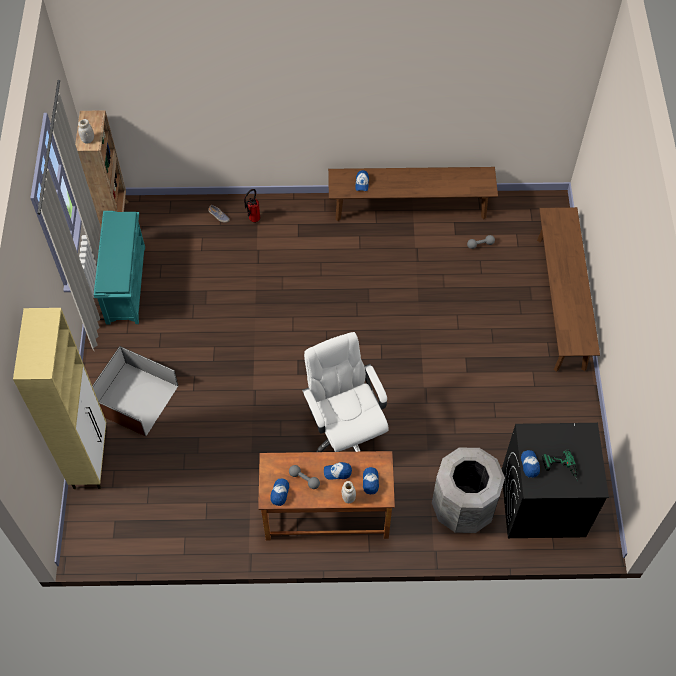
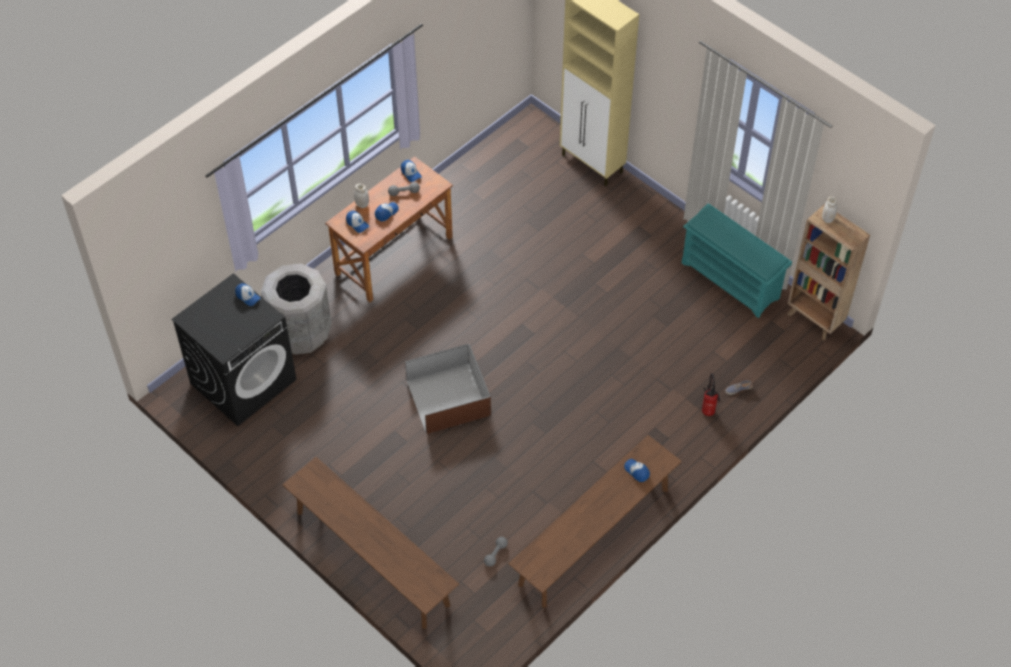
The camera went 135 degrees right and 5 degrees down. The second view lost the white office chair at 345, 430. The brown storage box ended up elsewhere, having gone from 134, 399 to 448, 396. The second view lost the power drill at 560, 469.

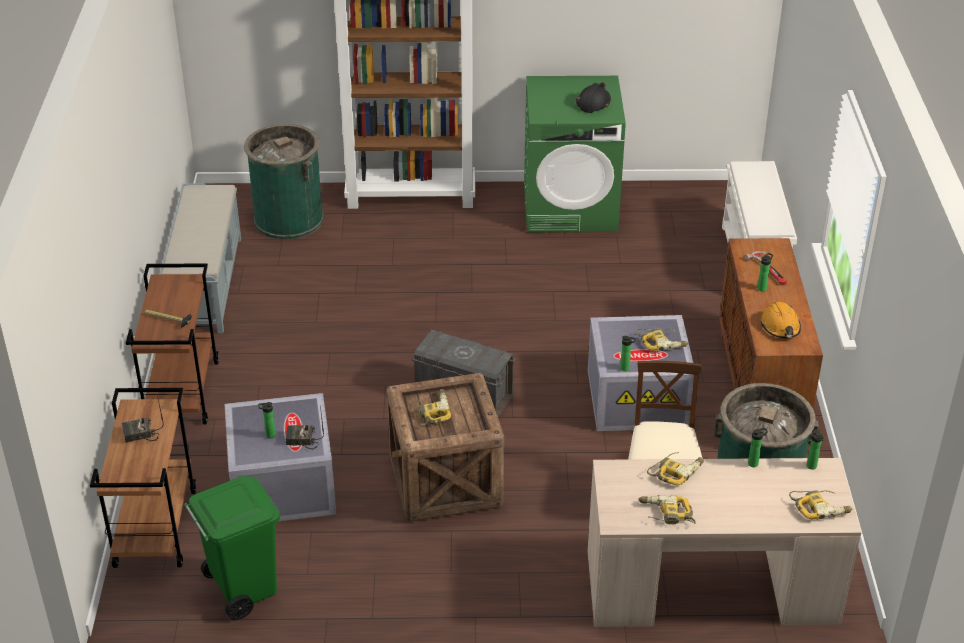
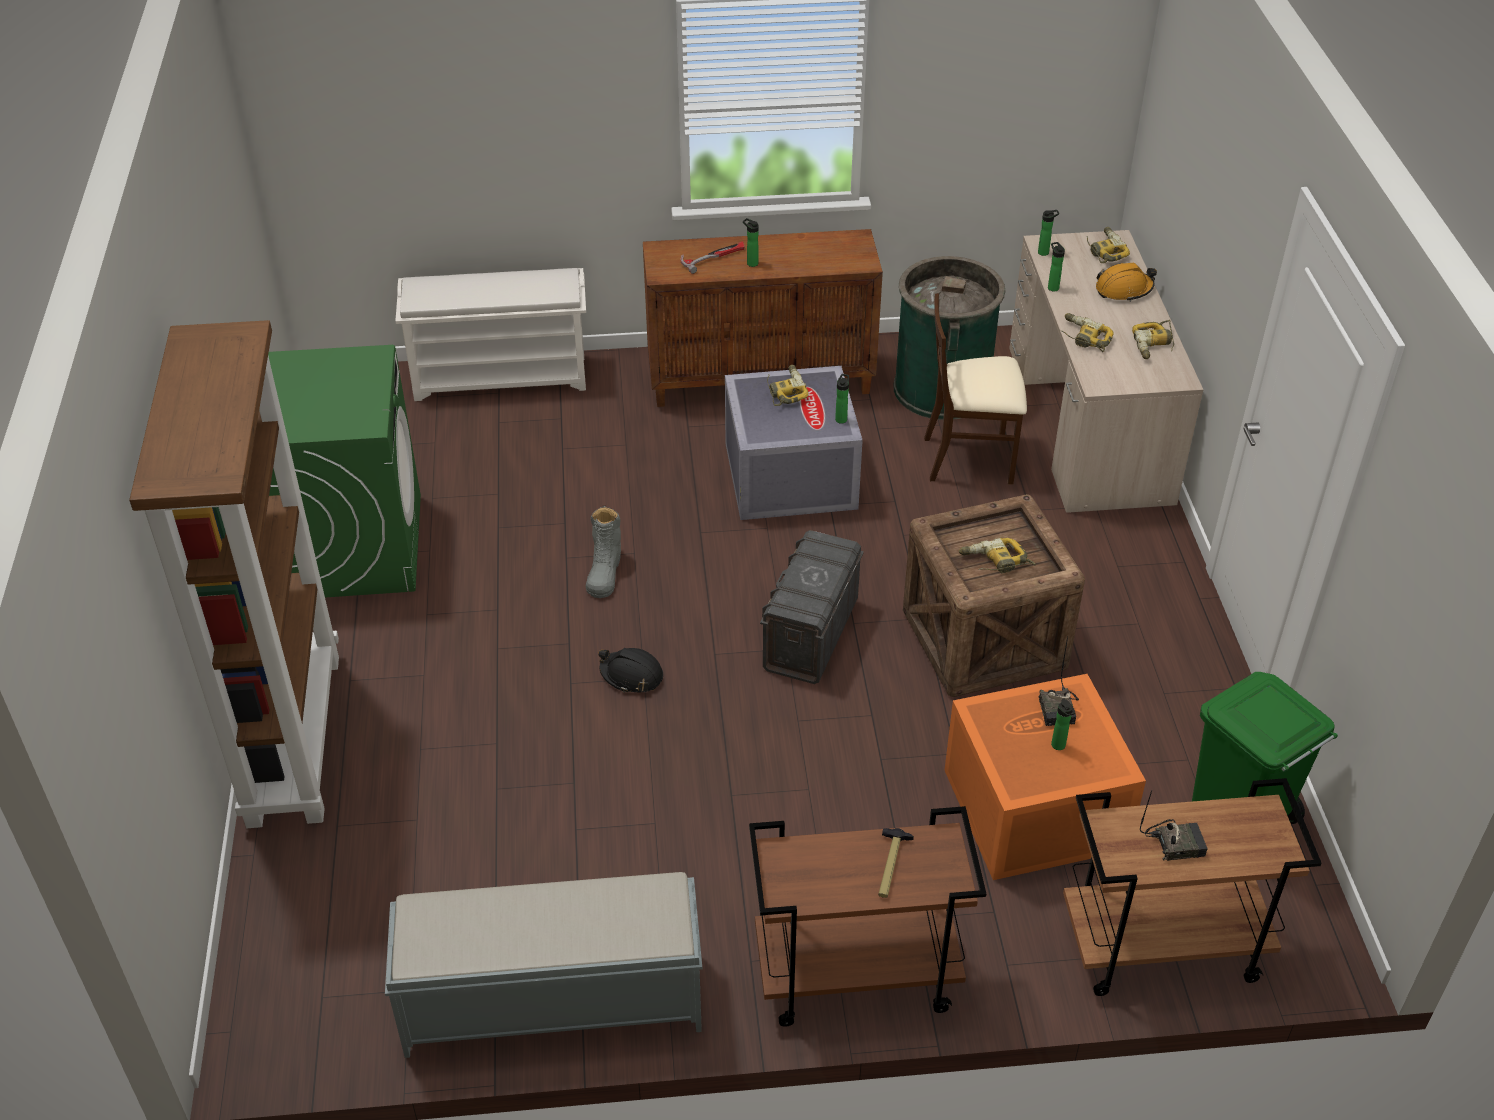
The camera went 95 degrees left and 5 degrees up. The black hard hat ended up elsewhere, having gone from 593, 103 to 631, 675. The second view lost the green trash can at 288, 219. The orange hard hat ended up elsewhere, having gone from 780, 327 to 1123, 289. What was the grey storage box at 281, 484 turned into the orange storage box at 1033, 811. The radio at 140, 435 ended up facing another way, 75 degrees counterclockwise from before. The second view gained the grey boot at 604, 571.

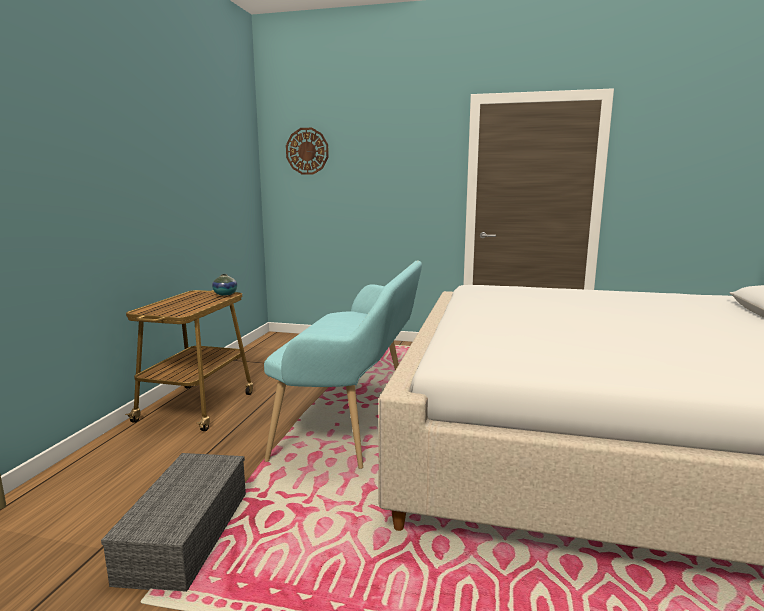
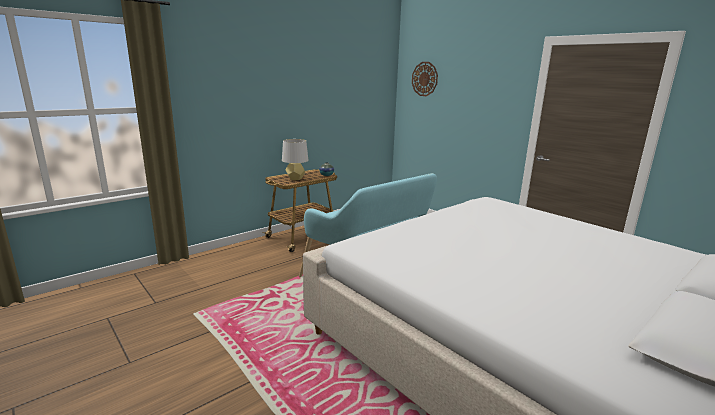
The camera went 35 degrees right and 5 degrees up. The second view lost the grey storage box at 185, 533. The second view gained the grey table lamp at 295, 179.

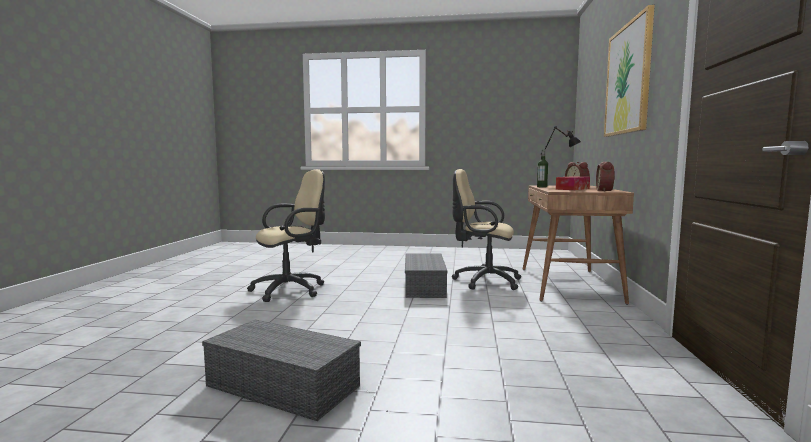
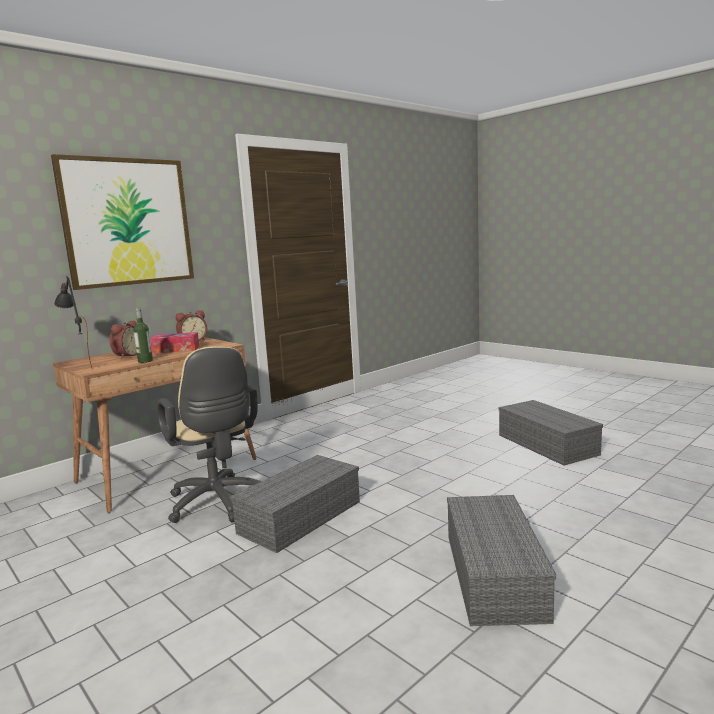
The camera went 140 degrees left and 5 degrees up. Where the beige office chair stood at 292, 290, the grey storage box came to stand at 492, 573.

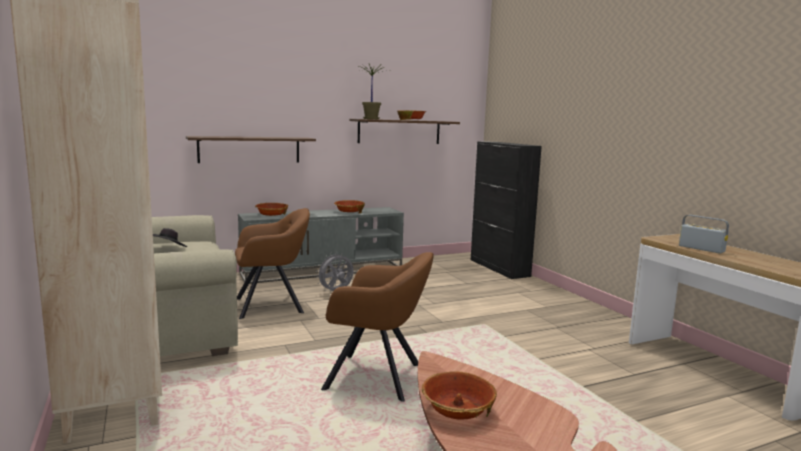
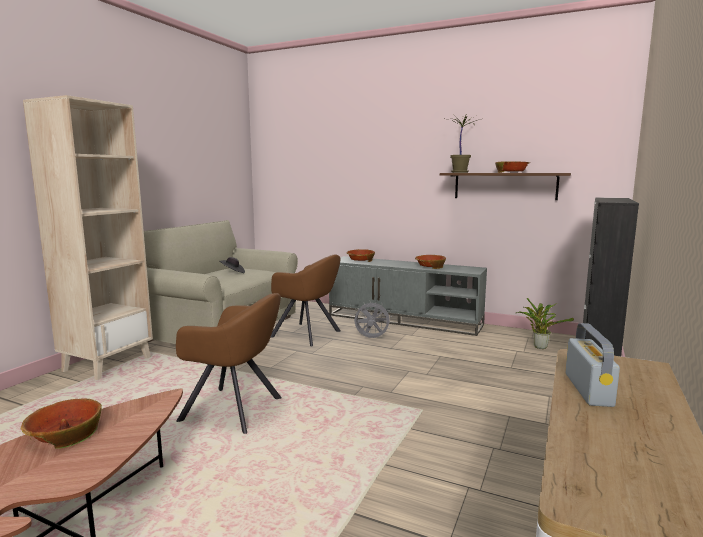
The camera went 50 degrees right and 0 degrees up. The second view lost the shelf at 249, 149. The brown armchair at 378, 378 ended up facing another way, 45 degrees counterclockwise from before. The second view gained the potted plant at 539, 346.

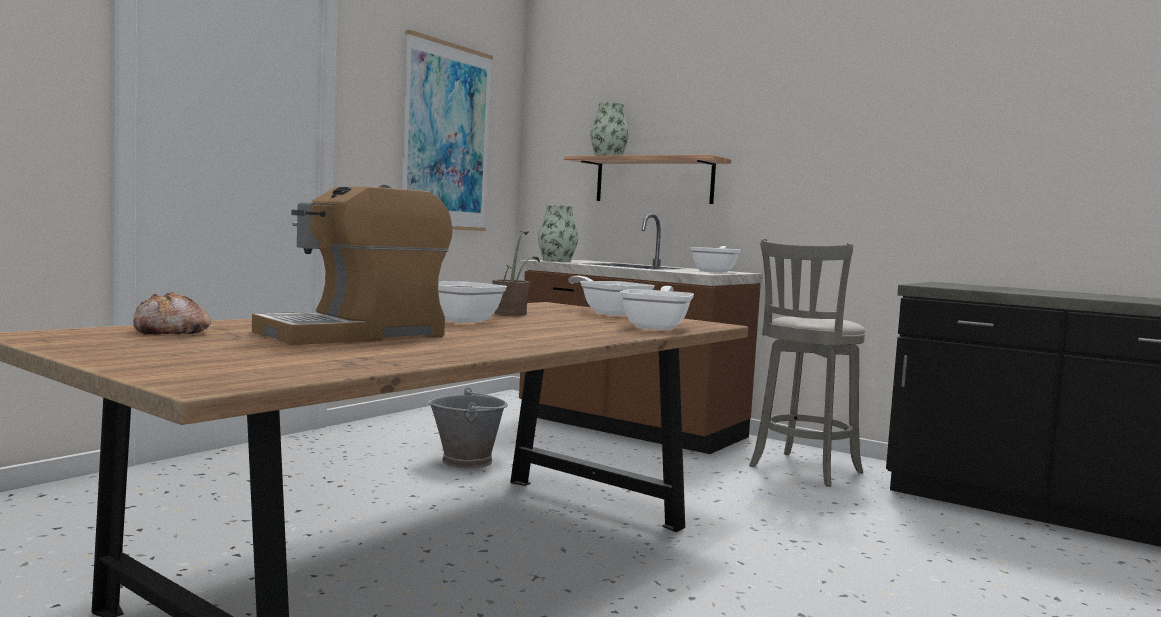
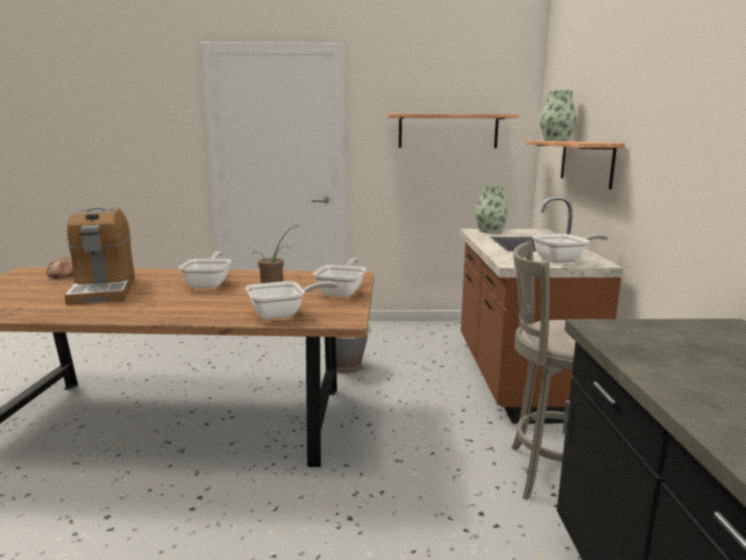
The camera went 55 degrees right and 10 degrees up. Where the picture hung at 446, 137, the shelf came to hang at 448, 131. The coffee machine at 354, 334 ended up facing another way, 120 degrees counterclockwise from before.

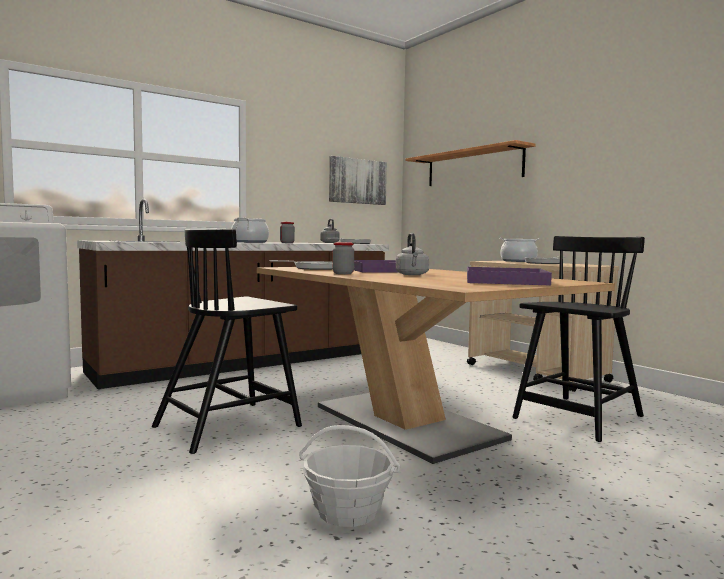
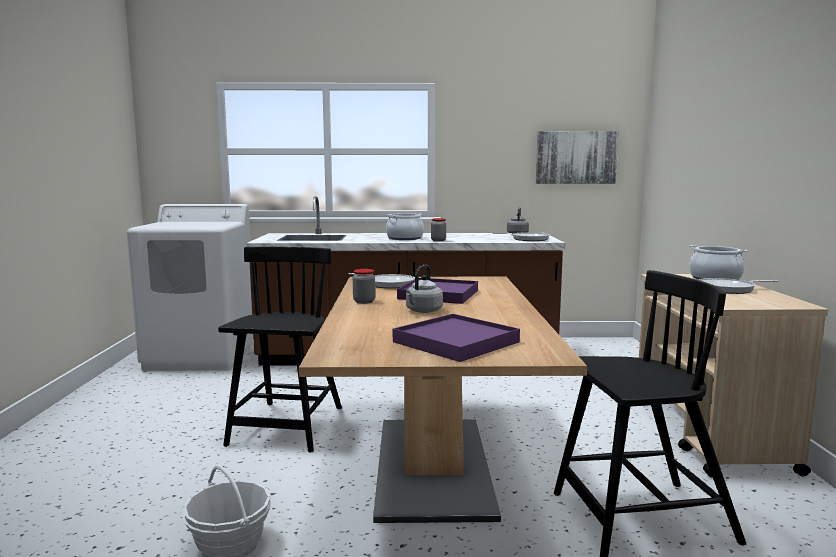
The camera went 35 degrees right and 5 degrees up. The second view lost the shelf at 473, 167. The black chair at 229, 425 ended up facing another way, 105 degrees clockwise from before.

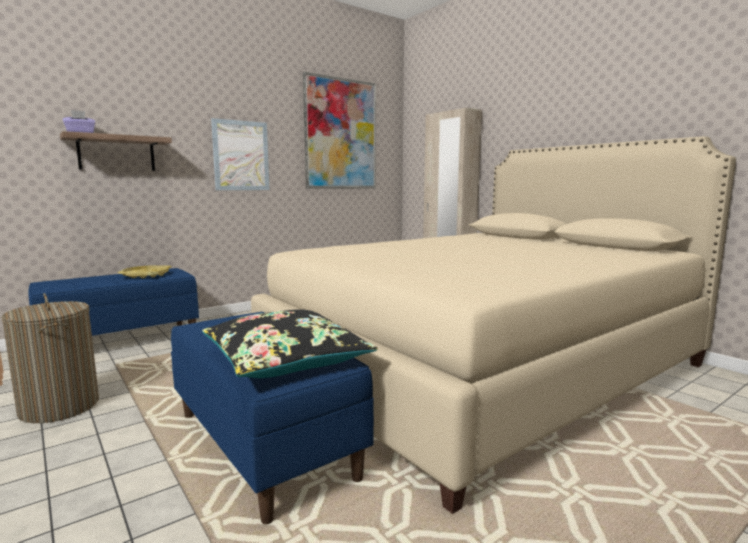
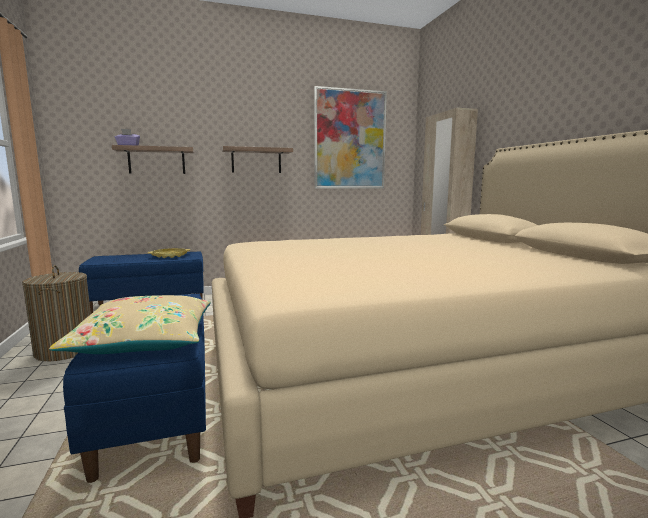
The camera went 20 degrees right and 0 degrees up. Where the picture hung at 241, 155, the shelf came to hang at 256, 160. What was the black pillow at 286, 360 turned into the beige pillow at 145, 339.

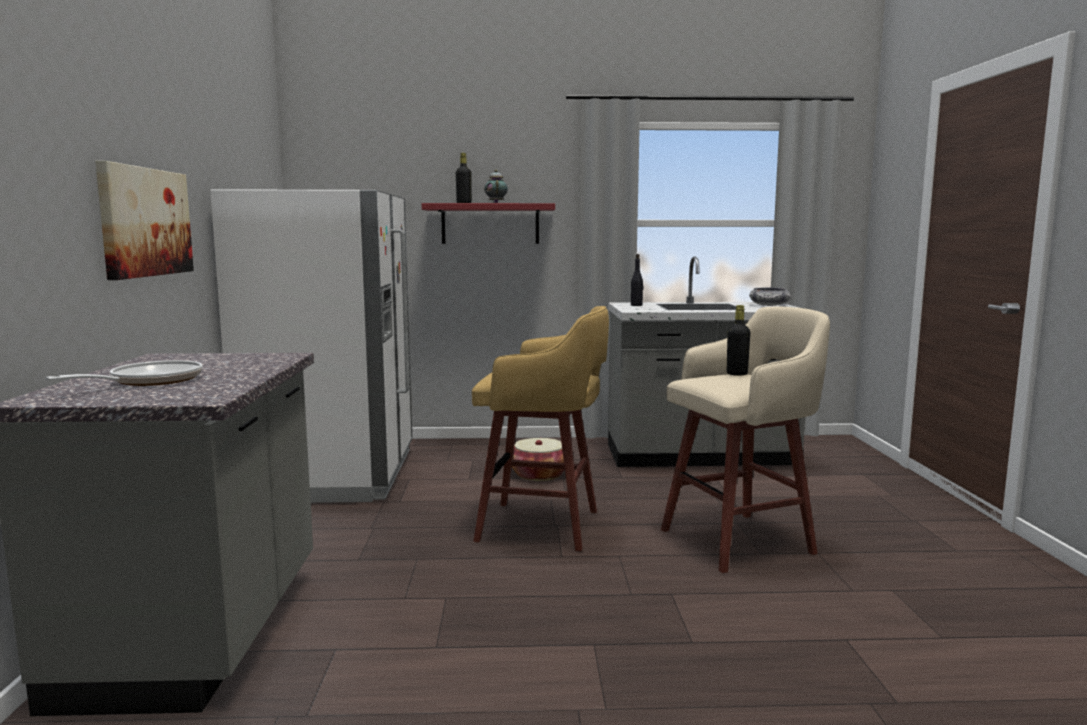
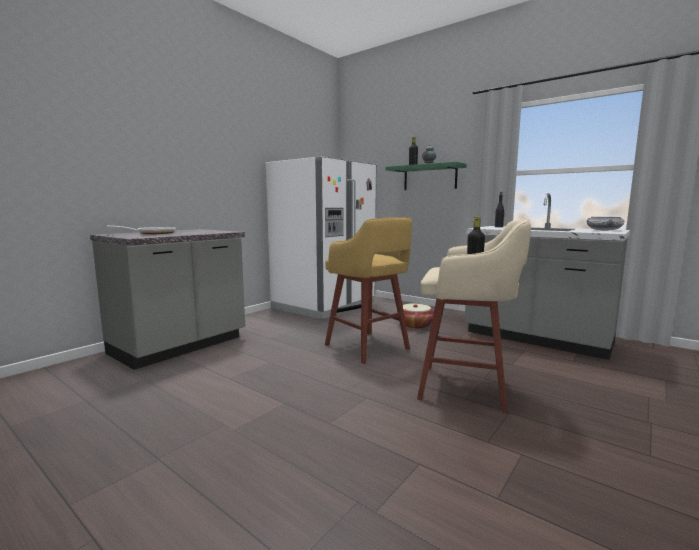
The camera went 40 degrees right and 0 degrees up. The second view lost the picture at 145, 222. What was the red shelf at 490, 224 turned into the green shelf at 430, 178.

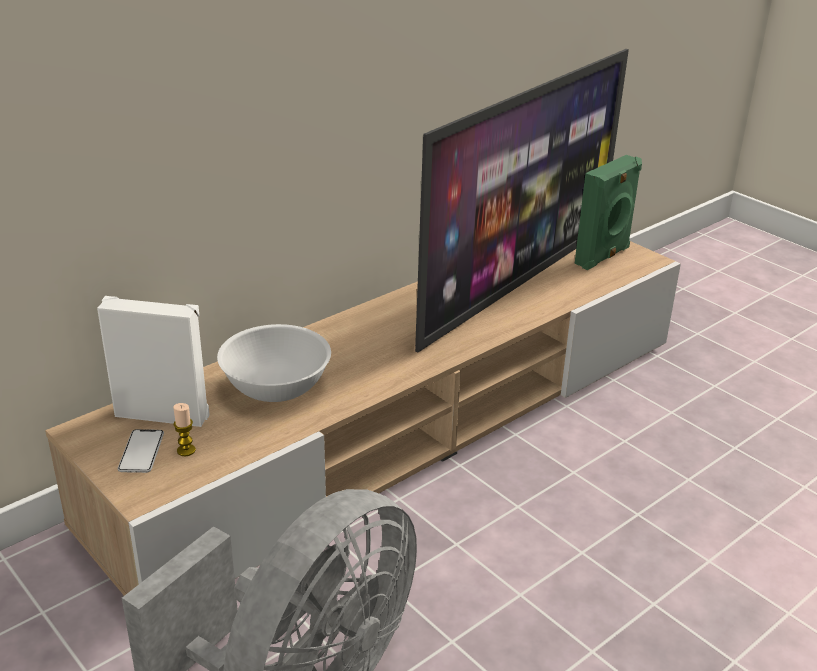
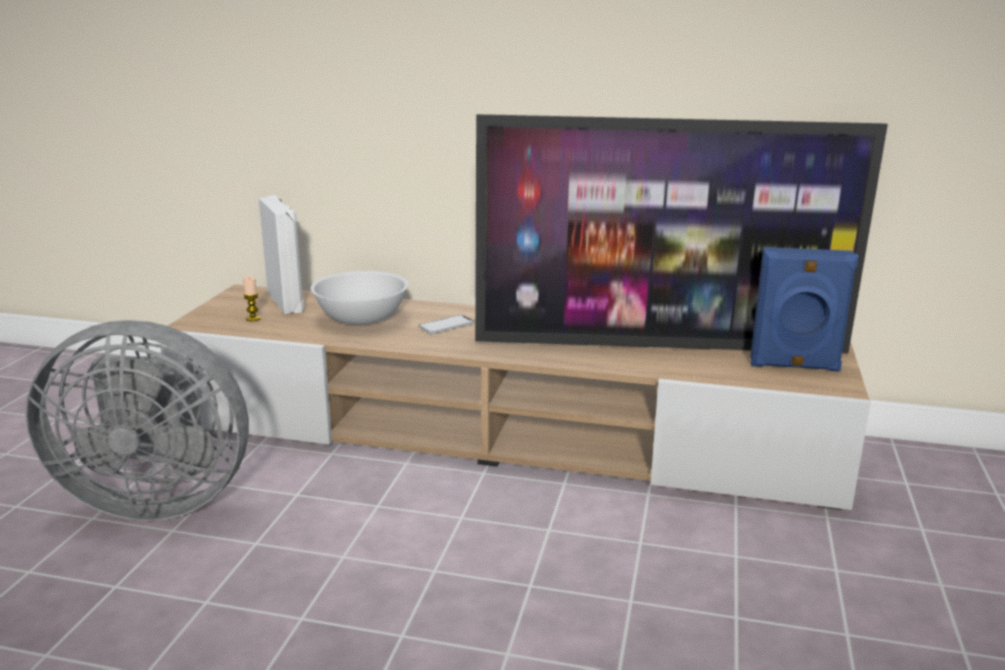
The camera went 55 degrees right and 10 degrees down. What was the green speaker at 603, 257 turned into the blue speaker at 794, 366. The phone ended up elsewhere, having gone from 141, 452 to 446, 326.

